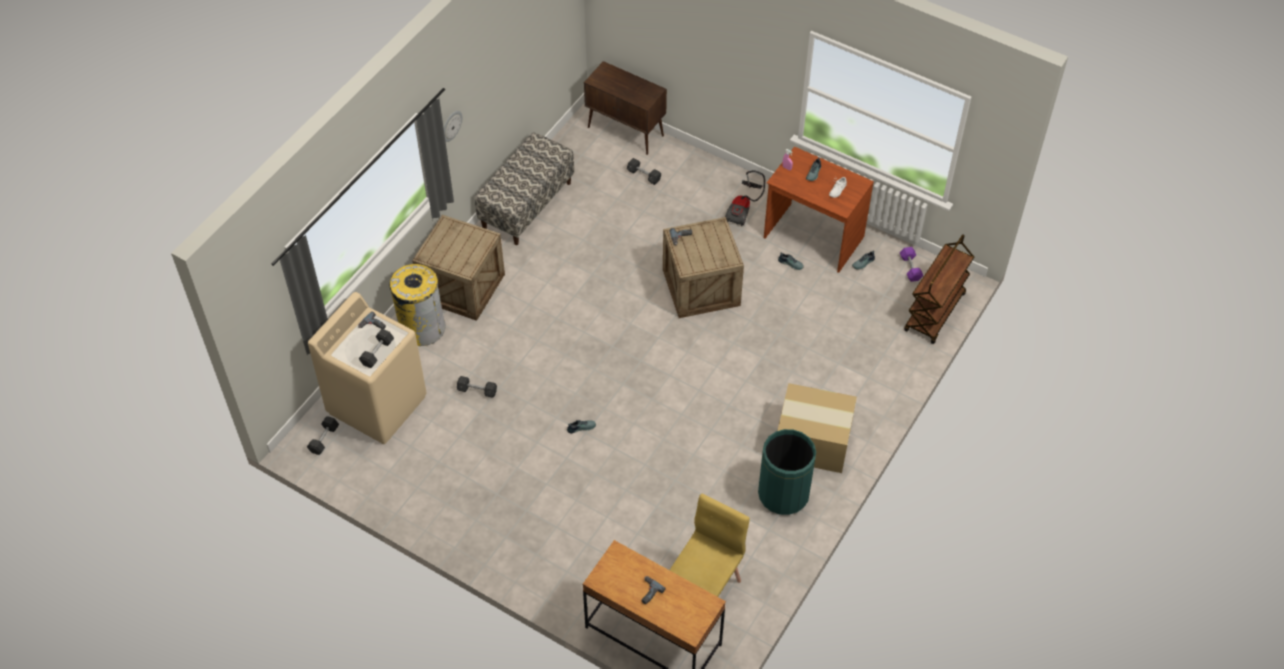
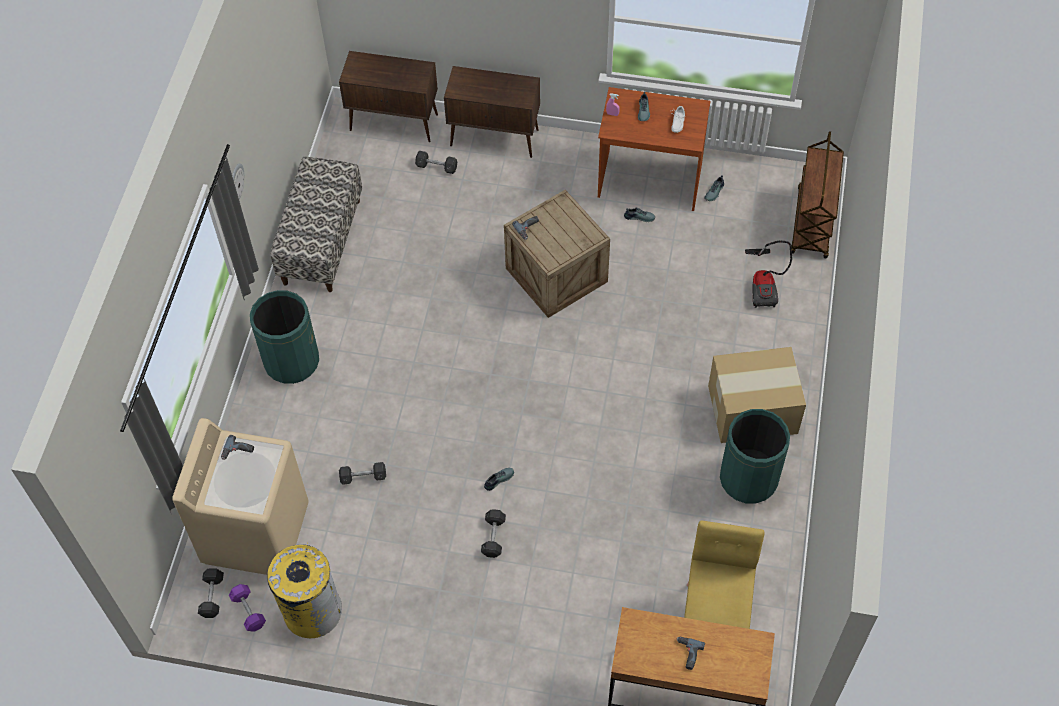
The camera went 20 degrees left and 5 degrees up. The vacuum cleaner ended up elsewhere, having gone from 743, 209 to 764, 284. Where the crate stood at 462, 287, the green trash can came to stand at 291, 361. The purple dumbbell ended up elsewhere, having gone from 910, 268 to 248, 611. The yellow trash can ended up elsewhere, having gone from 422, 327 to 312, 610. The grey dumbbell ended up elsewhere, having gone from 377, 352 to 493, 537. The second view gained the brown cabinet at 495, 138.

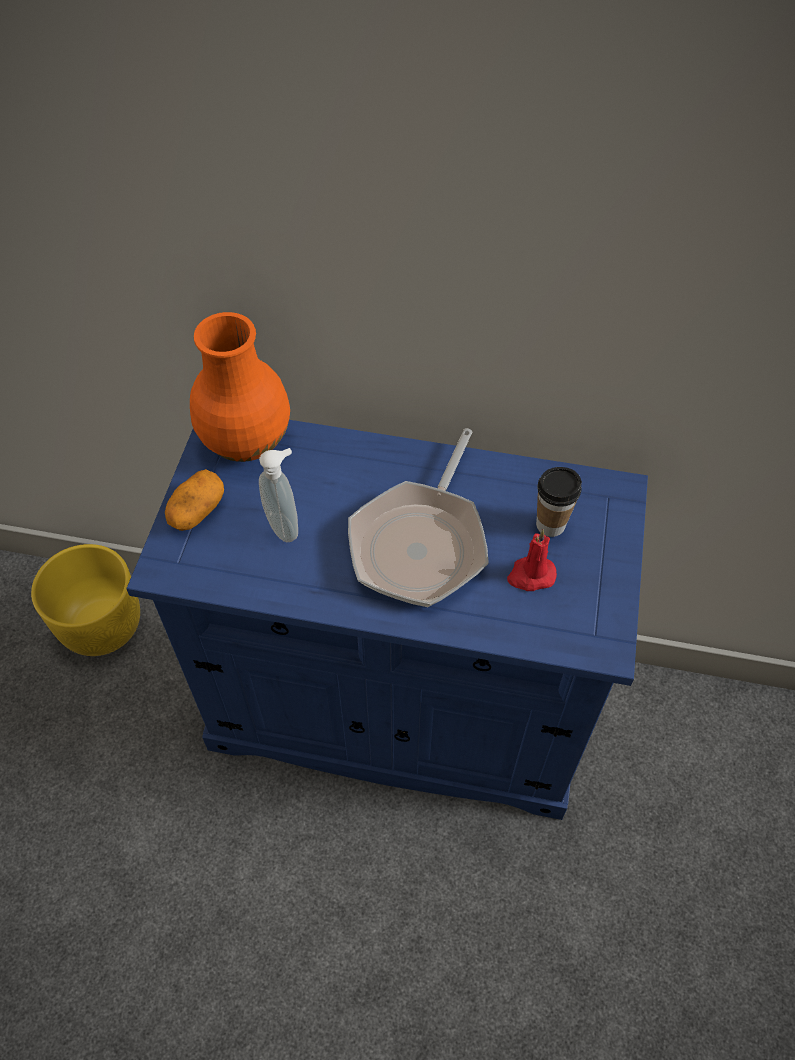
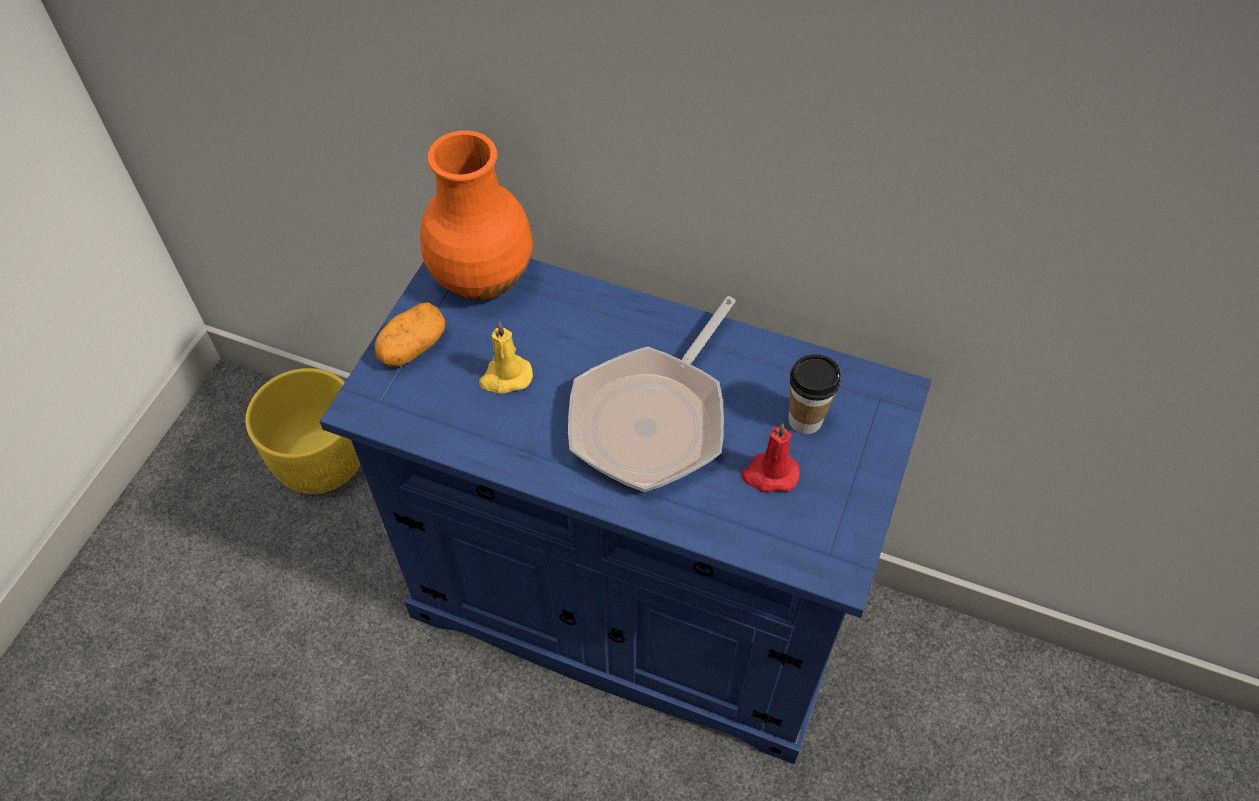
The camera went 10 degrees right and 0 degrees up. Where the soap dispenser stood at 285, 525, the yellow candle came to stand at 505, 377.

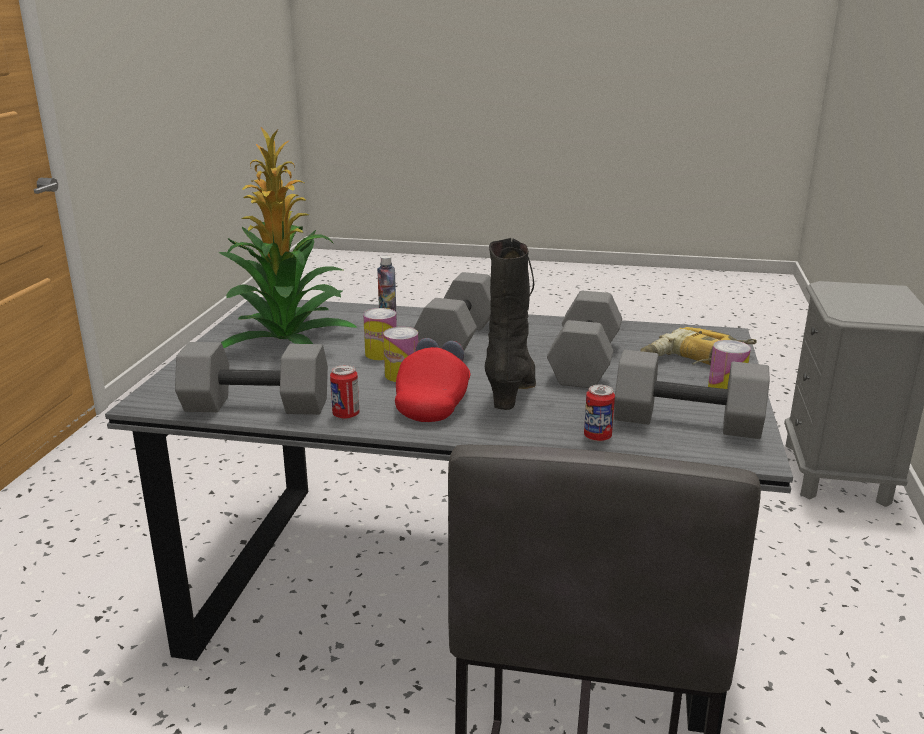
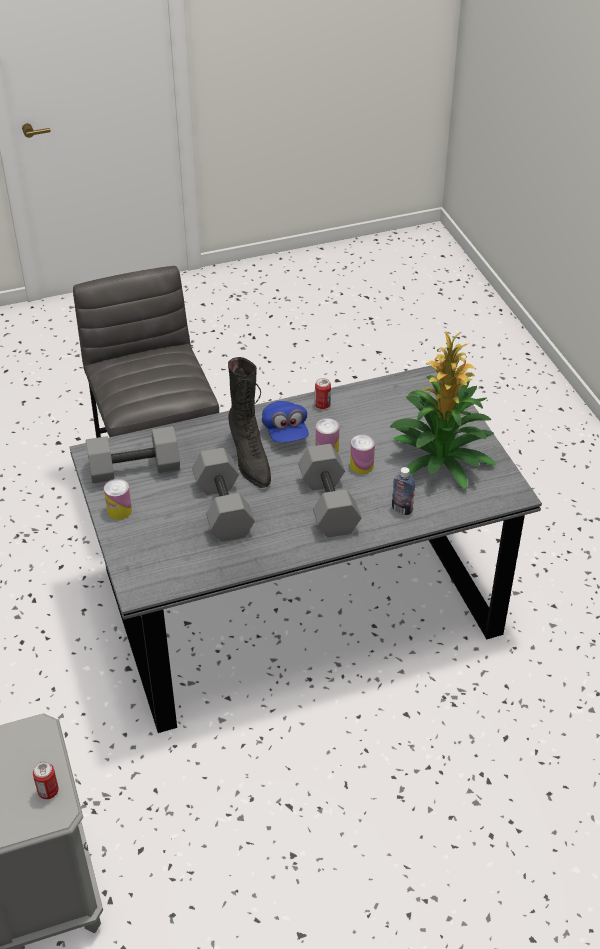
The camera went 150 degrees right and 20 degrees up. The second view lost the power drill at 694, 360. What was the red cap at 434, 403 turned into the blue cap at 285, 432. The second view lost the grey dumbbell at 254, 406. The can ended up elsewhere, having gone from 597, 437 to 48, 791.

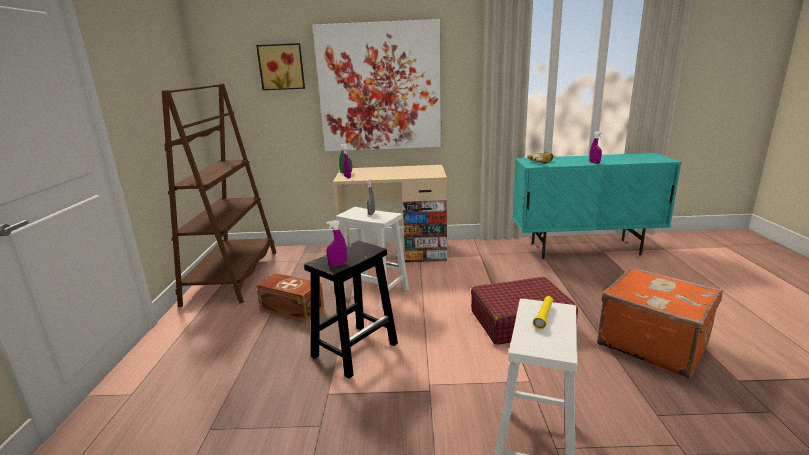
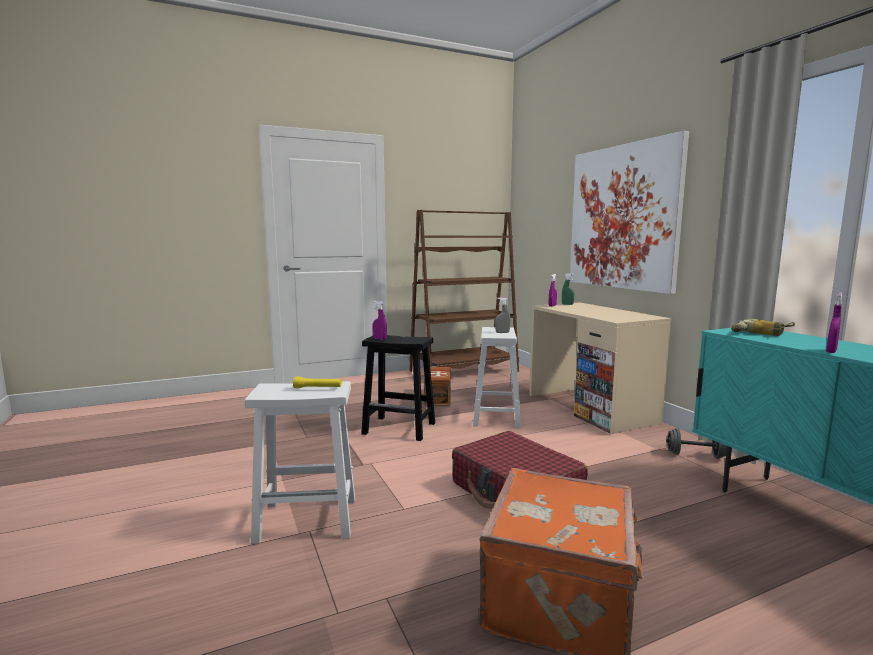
The camera went 65 degrees right and 10 degrees down. The second view lost the picture at 281, 67. The second view gained the grey dumbbell at 695, 455.

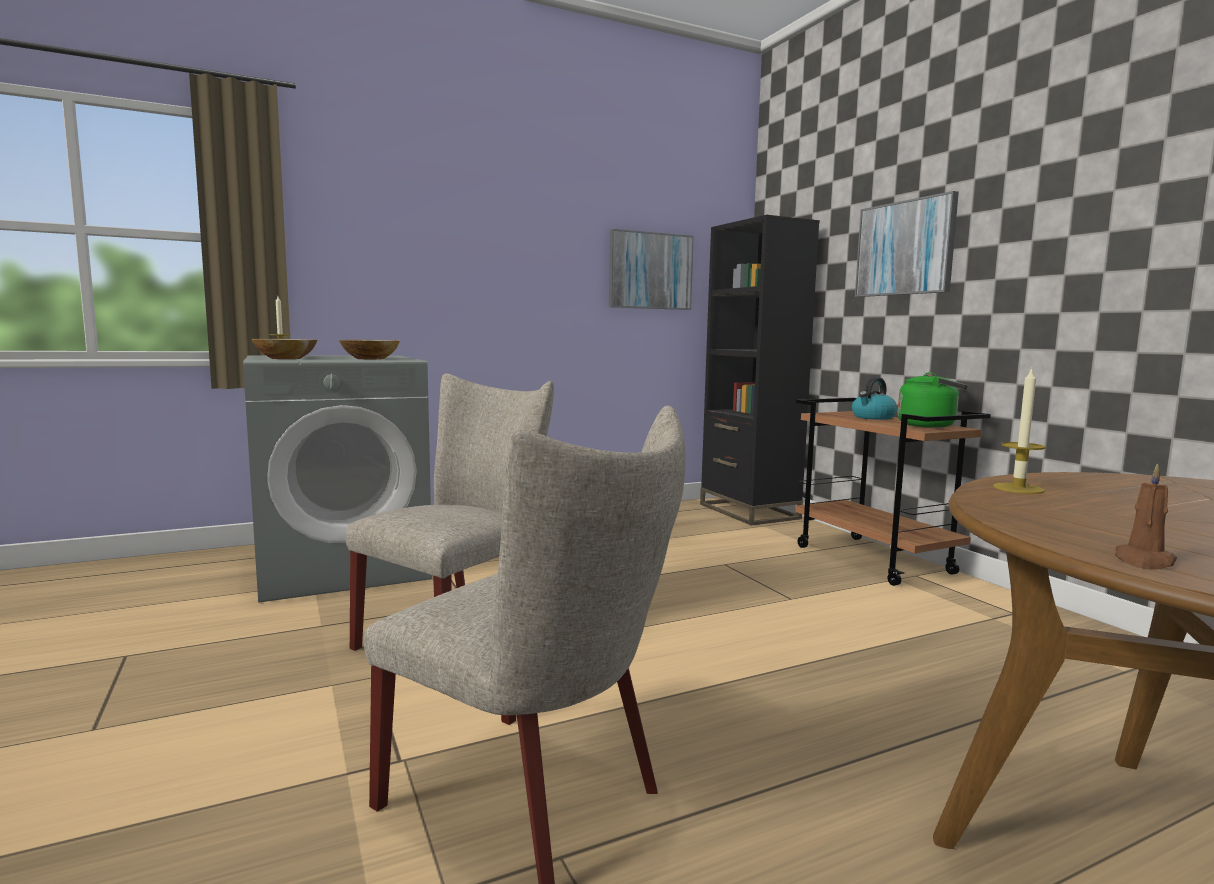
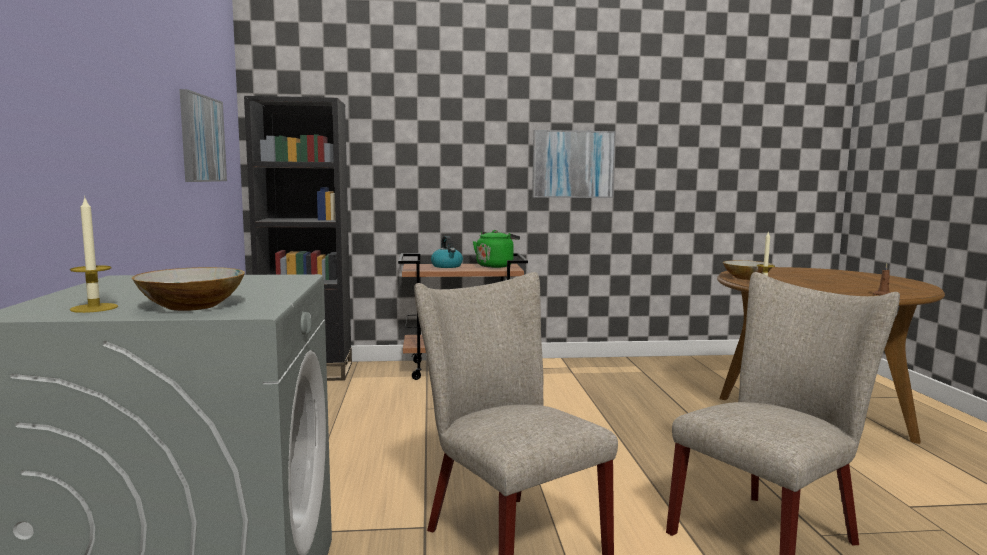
The camera went 70 degrees left and 0 degrees up. The picture ended up elsewhere, having gone from 905, 248 to 573, 164. The bowl ended up elsewhere, having gone from 371, 358 to 746, 278.

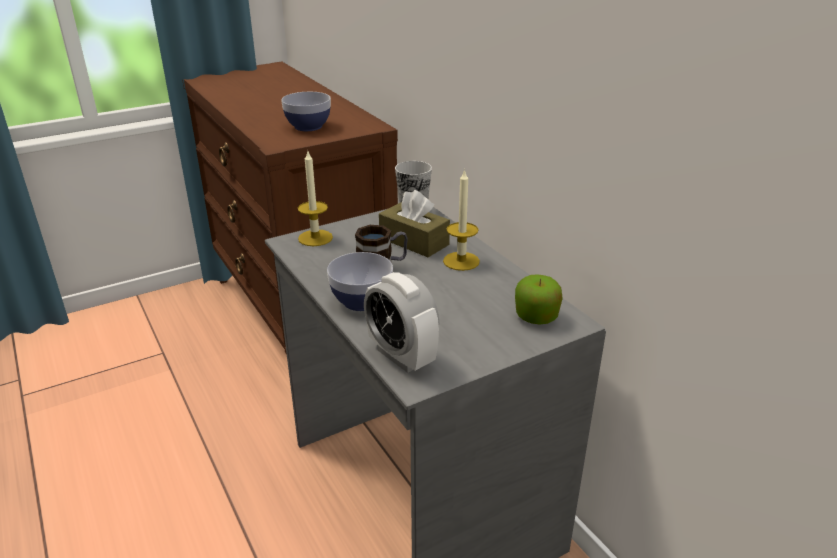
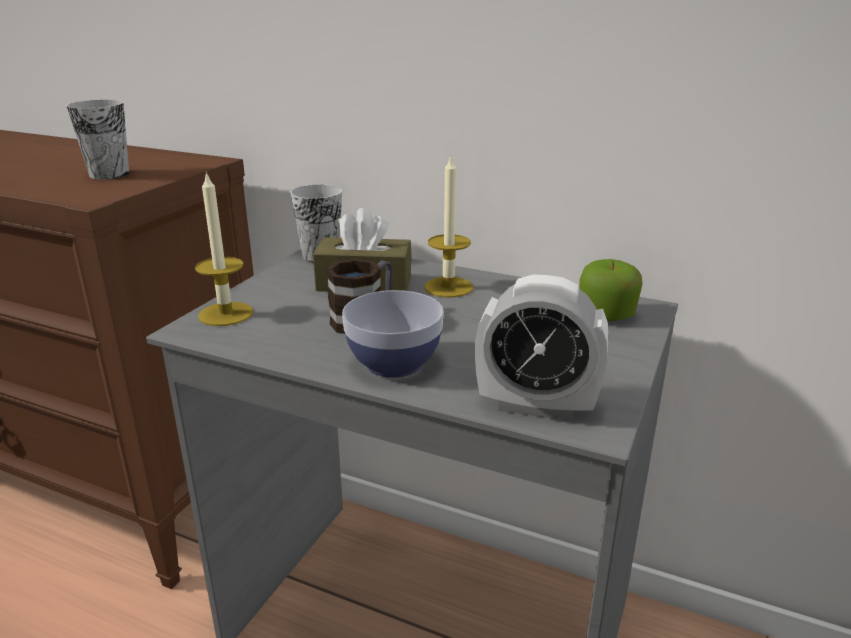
The camera went 35 degrees left and 5 degrees down. Where the bowl stood at 308, 126, the cup came to stand at 109, 174.

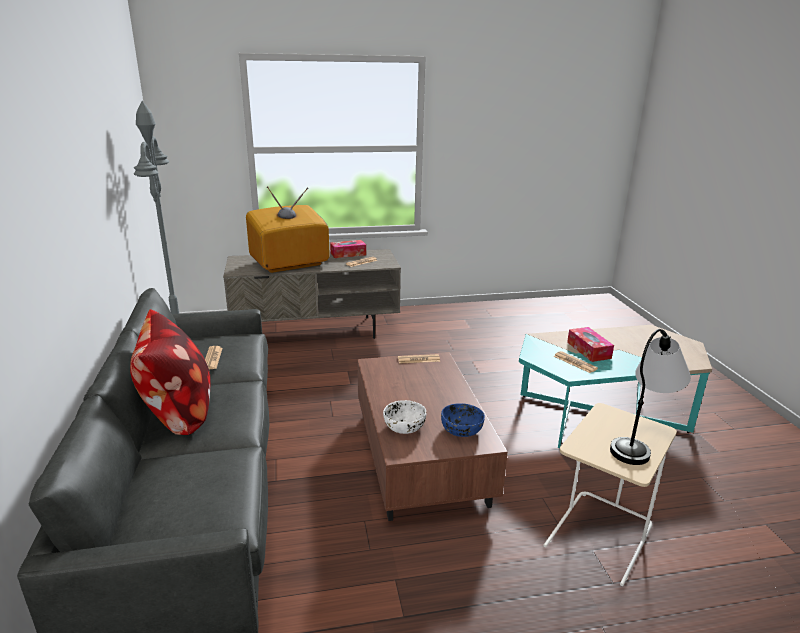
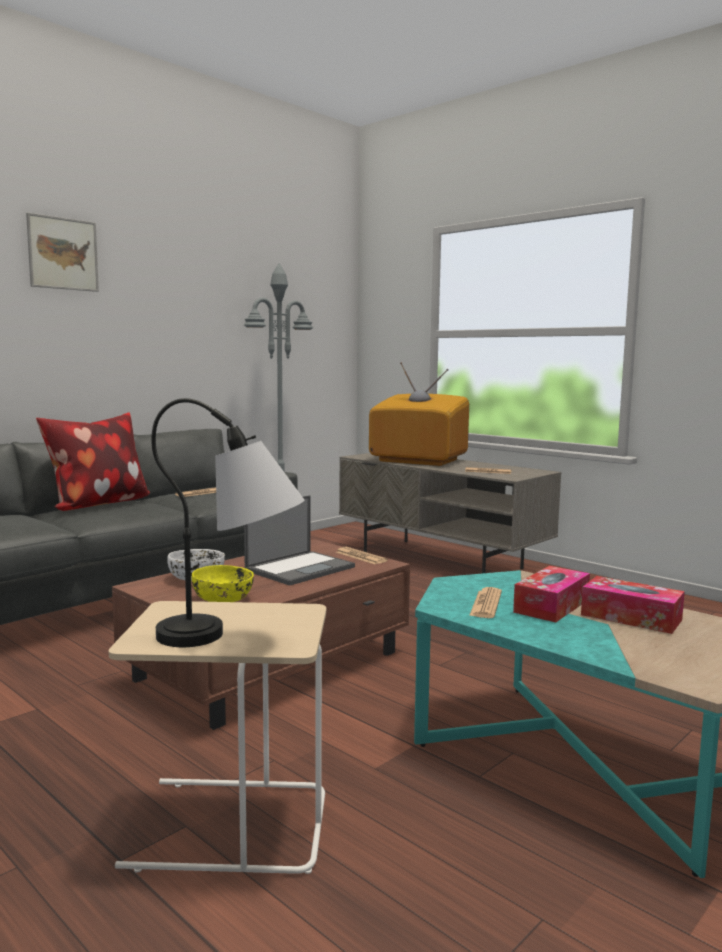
The camera went 55 degrees right and 15 degrees down. The tissue box ended up elsewhere, having gone from 348, 254 to 631, 617. What was the blue bowl at 462, 430 turned into the yellow bowl at 223, 599. The second view gained the picture at 63, 253. The second view gained the laptop at 300, 568.

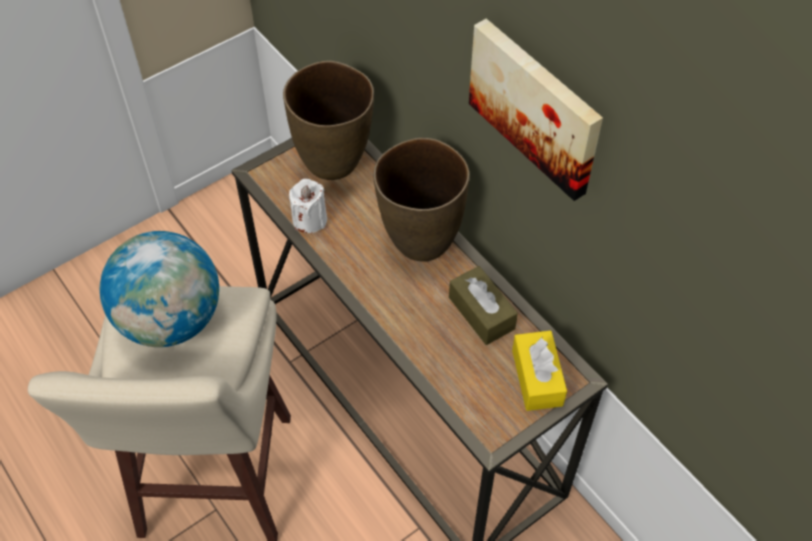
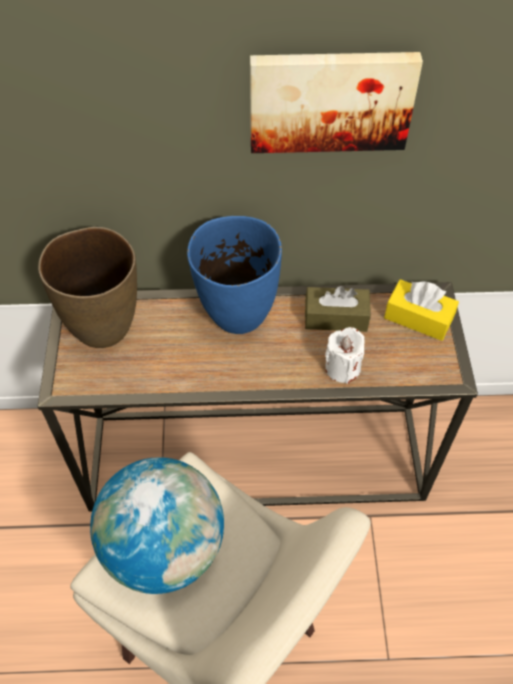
The camera went 55 degrees left and 0 degrees up. What was the brown vase at 420, 240 turned into the blue vase at 237, 315. The white candle ended up elsewhere, having gone from 309, 219 to 342, 368.

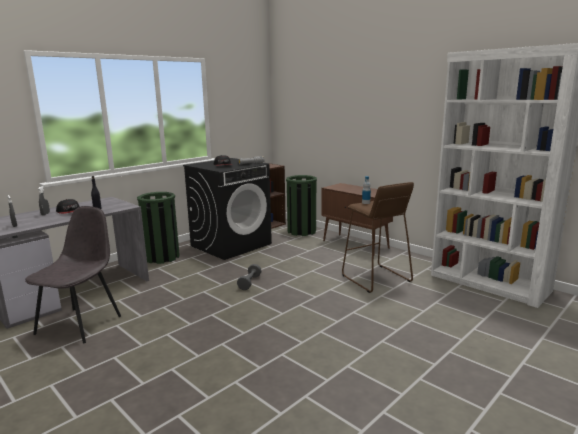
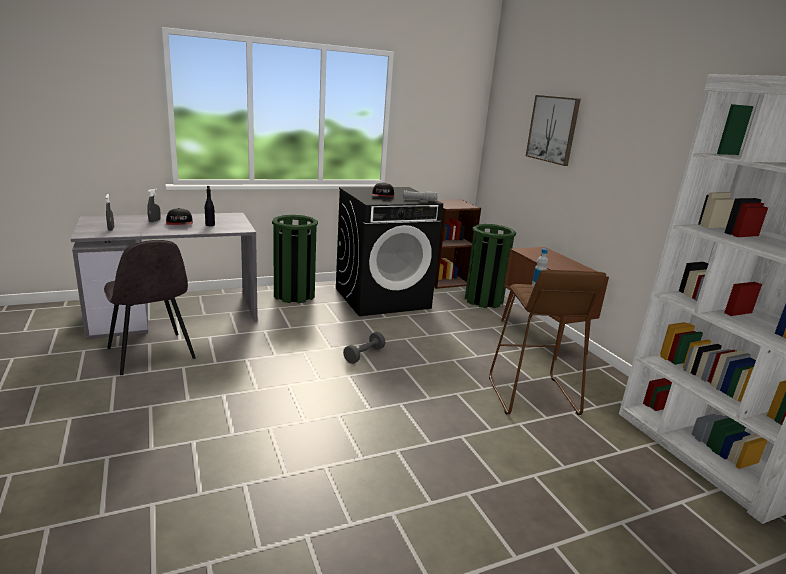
The camera went 20 degrees right and 5 degrees up. The grey chair at 80, 324 ended up facing another way, 105 degrees clockwise from before. The second view gained the picture at 553, 129.

